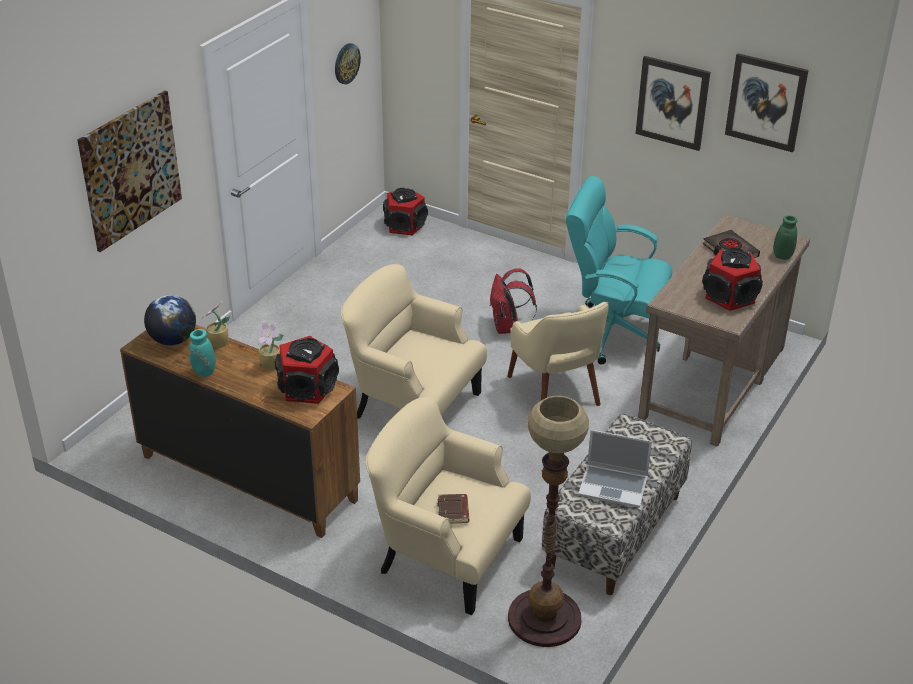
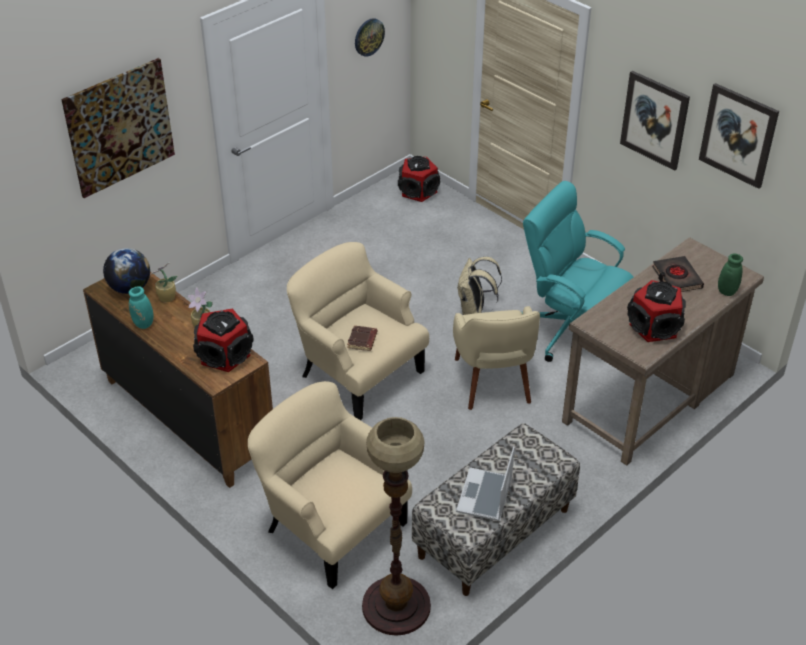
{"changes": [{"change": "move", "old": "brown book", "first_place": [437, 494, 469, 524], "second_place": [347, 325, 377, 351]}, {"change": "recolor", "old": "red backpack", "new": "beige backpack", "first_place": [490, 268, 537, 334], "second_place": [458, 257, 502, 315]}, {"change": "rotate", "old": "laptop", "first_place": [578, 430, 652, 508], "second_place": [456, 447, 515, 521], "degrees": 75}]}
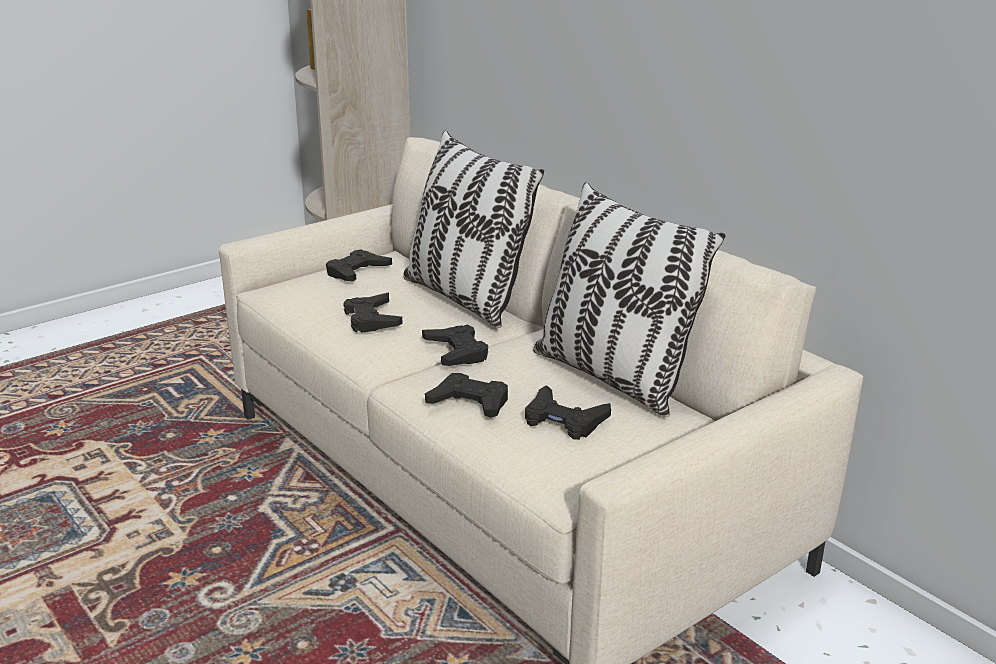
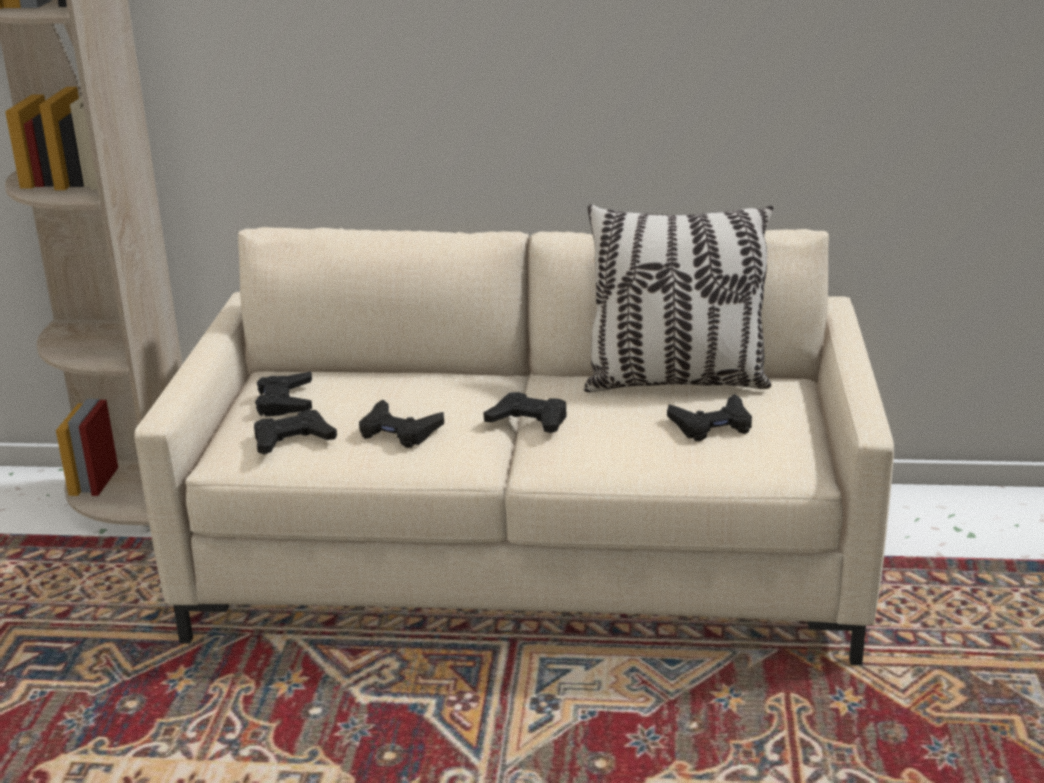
{"changes": [{"change": "delete", "old": "pillow", "first_place": [403, 131, 544, 328]}, {"change": "move", "old": "black game controller", "first_place": [425, 373, 508, 418], "second_place": [254, 410, 337, 454]}]}
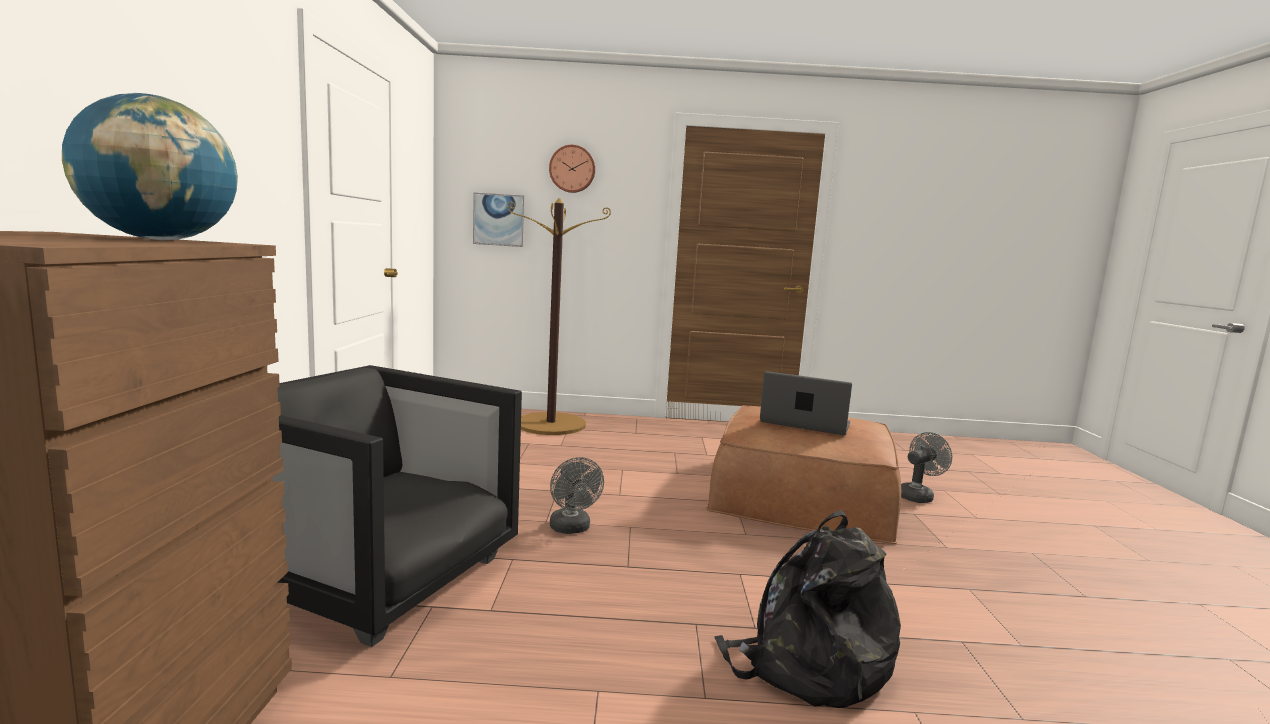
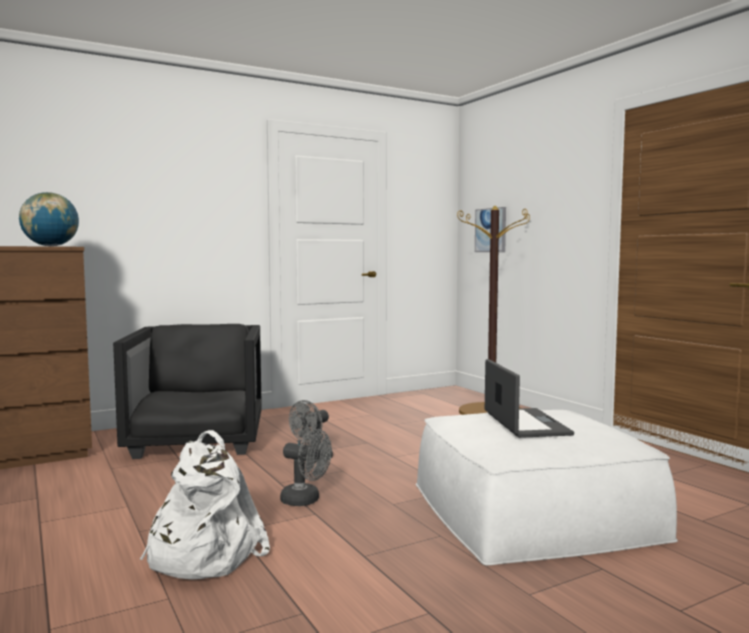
{"changes": [{"change": "delete", "old": "wall clock", "first_place": [549, 145, 595, 193]}, {"change": "move", "old": "grey fan", "first_place": [901, 432, 952, 503], "second_place": [280, 429, 332, 506]}, {"change": "recolor", "old": "brown ottoman", "new": "white ottoman", "first_place": [706, 406, 901, 544], "second_place": [416, 410, 678, 566]}, {"change": "recolor", "old": "black backpack", "new": "white backpack", "first_place": [714, 510, 901, 708], "second_place": [140, 430, 270, 579]}]}
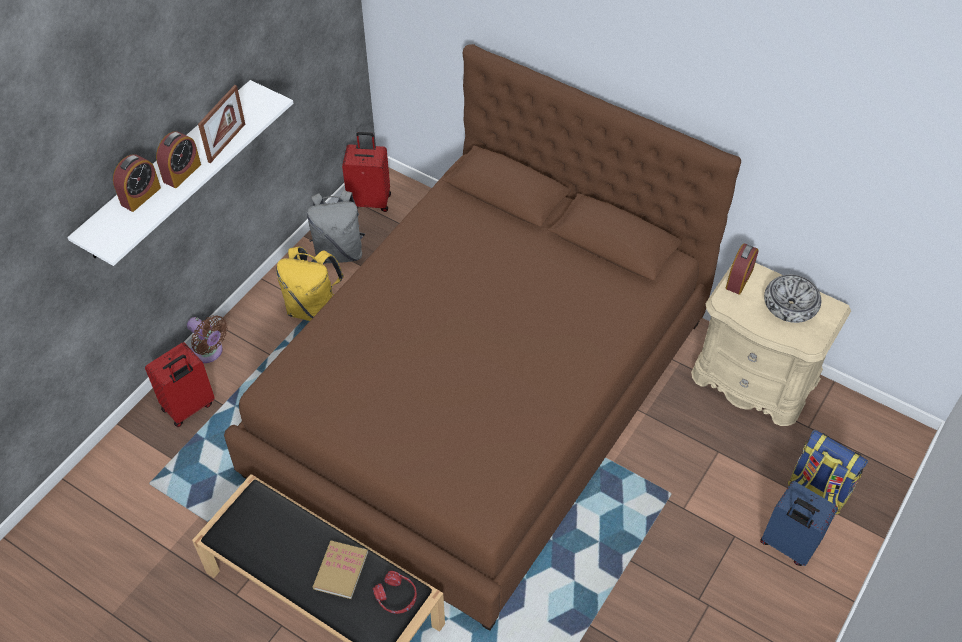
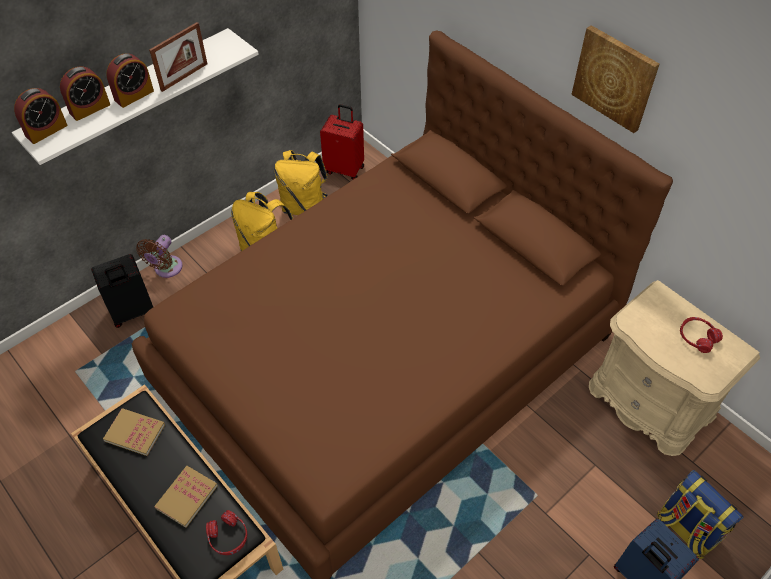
{"changes": [{"change": "insert", "new": "book", "second_place": [103, 408, 165, 456]}, {"change": "insert", "new": "picture", "second_place": [571, 25, 660, 133]}, {"change": "move", "old": "alarm clock", "first_place": [726, 243, 758, 294], "second_place": [14, 88, 67, 144]}, {"change": "replace", "old": "bowl", "new": "red headphones", "first_place": [764, 275, 821, 323], "second_place": [680, 317, 723, 353]}, {"change": "recolor", "old": "red suitcase", "new": "black suitcase", "first_place": [145, 342, 215, 427], "second_place": [91, 254, 153, 328]}, {"change": "recolor", "old": "grey backpack", "new": "yellow backpack", "first_place": [307, 190, 365, 264], "second_place": [274, 150, 328, 215]}, {"change": "rotate", "old": "brown fan", "first_place": [187, 315, 228, 363], "second_place": [136, 235, 183, 278], "degrees": 60}]}
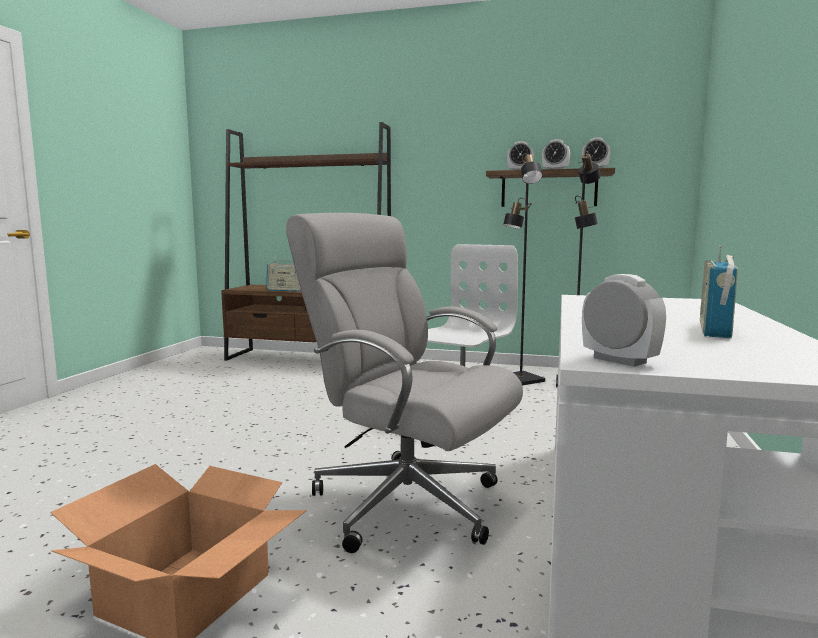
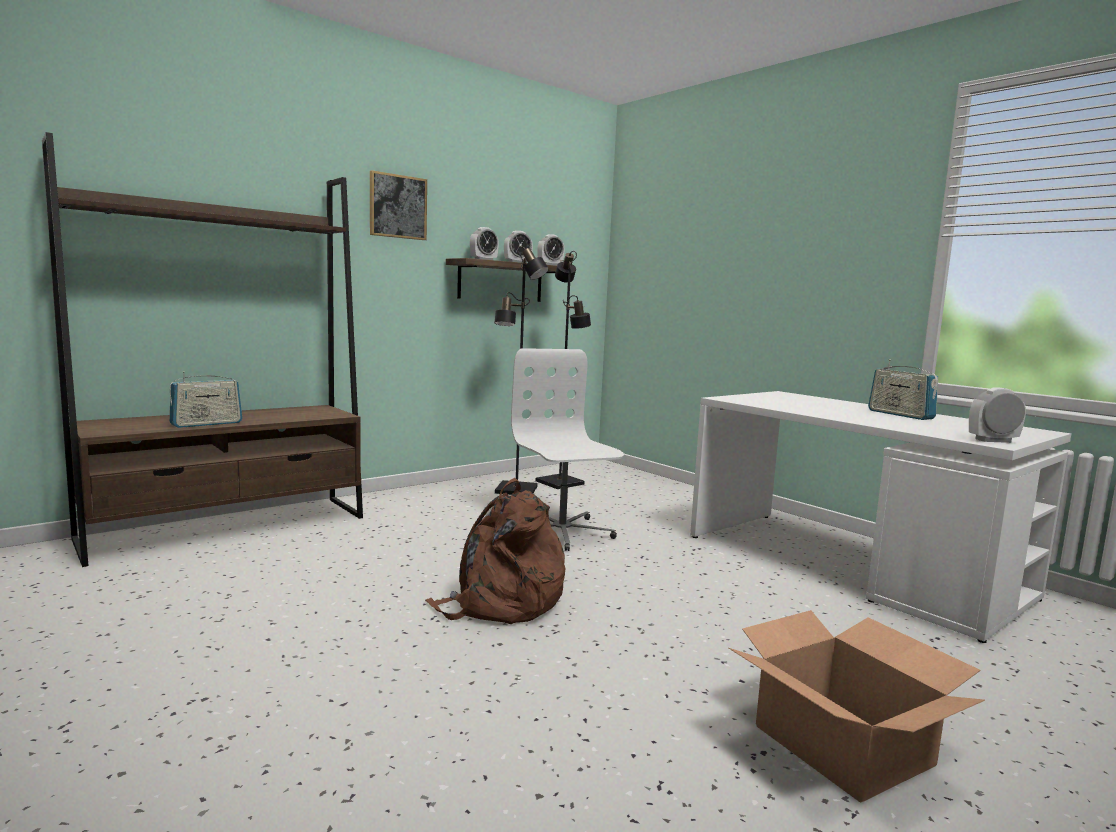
{"changes": [{"change": "delete", "old": "grey office chair", "first_place": [286, 213, 523, 553]}, {"change": "insert", "new": "picture", "second_place": [370, 170, 427, 240]}, {"change": "insert", "new": "brown backpack", "second_place": [425, 478, 566, 624]}]}
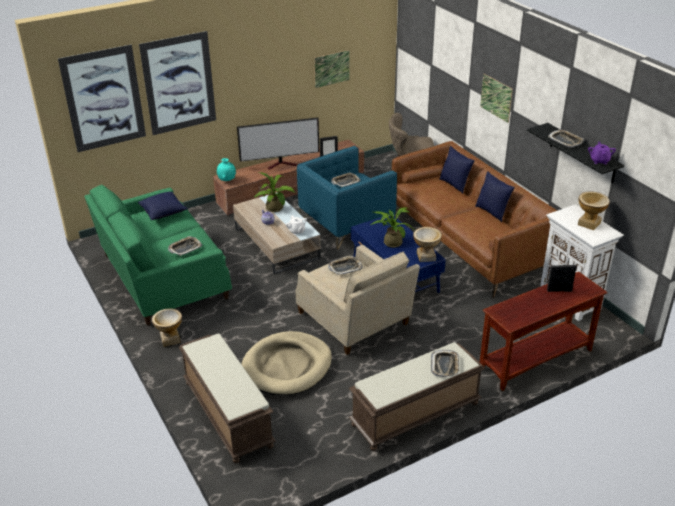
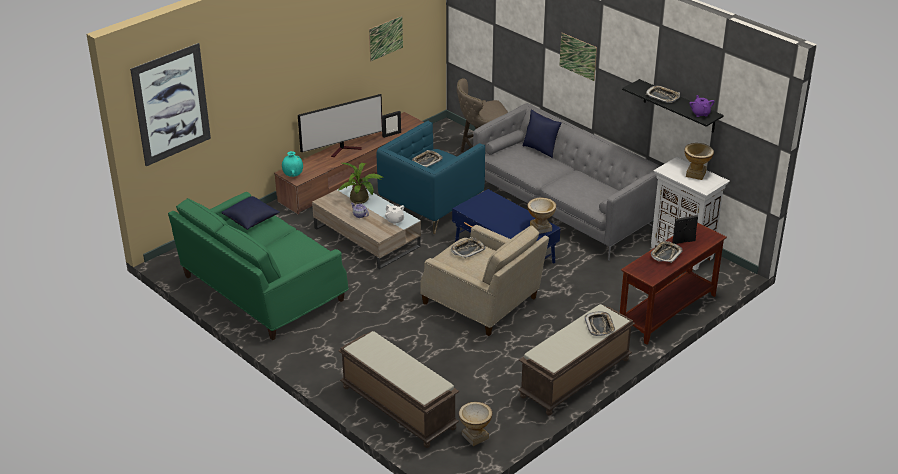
{"changes": [{"change": "delete", "old": "picture", "first_place": [139, 31, 216, 135]}, {"change": "delete", "old": "beige dog bed", "first_place": [241, 331, 332, 395]}, {"change": "delete", "old": "potted plant", "first_place": [370, 207, 415, 248]}, {"change": "delete", "old": "blue pillow", "first_place": [475, 171, 515, 222]}, {"change": "move", "old": "vase", "first_place": [152, 308, 182, 347], "second_place": [459, 402, 492, 446]}, {"change": "move", "old": "tray", "first_place": [168, 236, 202, 256], "second_place": [651, 241, 683, 263]}, {"change": "recolor", "old": "brown sofa", "new": "grey sofa", "first_place": [392, 141, 557, 298], "second_place": [473, 103, 660, 261]}]}
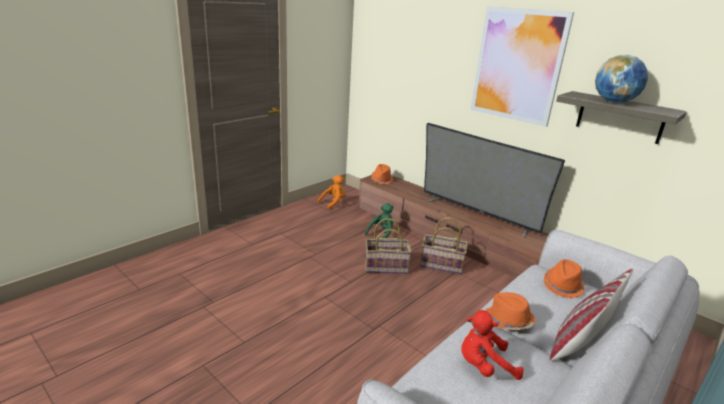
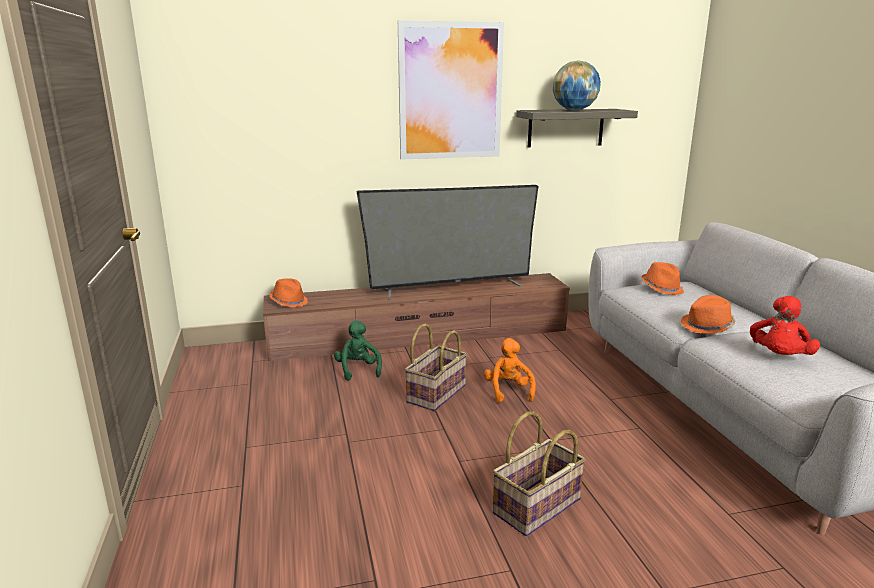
{"changes": [{"change": "delete", "old": "pillow", "first_place": [550, 269, 633, 361]}, {"change": "move", "old": "orange plush toy", "first_place": [318, 175, 345, 209], "second_place": [484, 338, 536, 403]}, {"change": "move", "old": "basket", "first_place": [420, 218, 468, 274], "second_place": [493, 412, 586, 536]}]}
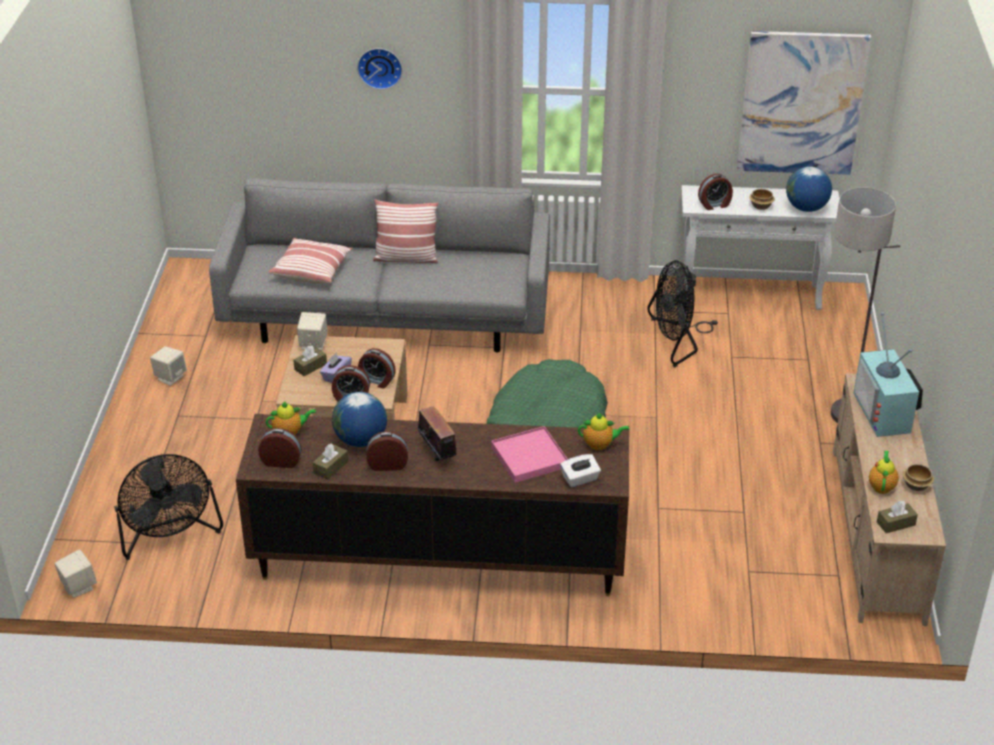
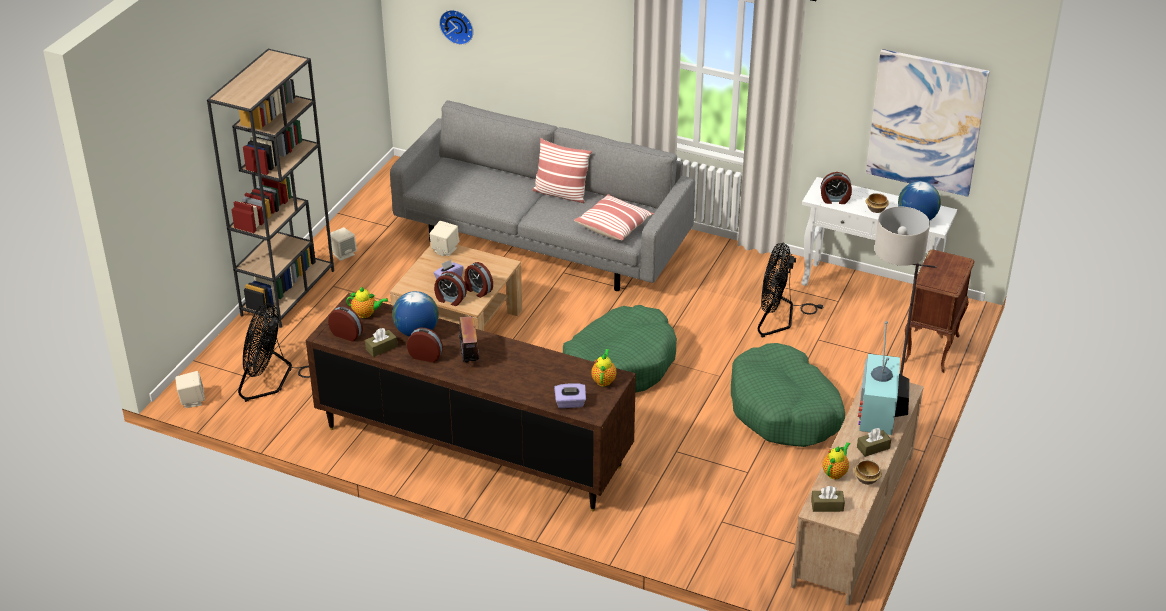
{"changes": [{"change": "delete", "old": "pink tray", "first_place": [491, 426, 568, 483]}, {"change": "insert", "new": "bookcase", "second_place": [207, 49, 334, 328]}, {"change": "insert", "new": "green dog bed", "second_place": [731, 343, 845, 447]}, {"change": "insert", "new": "brown nightstand", "second_place": [904, 249, 975, 373]}, {"change": "move", "old": "pillow", "first_place": [268, 238, 353, 284], "second_place": [574, 194, 654, 241]}, {"change": "move", "old": "brown tissue box", "first_place": [293, 346, 327, 376], "second_place": [857, 428, 891, 457]}, {"change": "move", "old": "wall clock", "first_place": [357, 48, 402, 90], "second_place": [439, 10, 474, 45]}, {"change": "recolor", "old": "white tissue box", "new": "purple tissue box", "first_place": [560, 454, 601, 487], "second_place": [554, 383, 586, 408]}, {"change": "rotate", "old": "black fan", "first_place": [114, 453, 223, 560], "second_place": [238, 303, 310, 402], "degrees": 105}, {"change": "rotate", "old": "teapot", "first_place": [578, 413, 629, 450], "second_place": [591, 349, 616, 387], "degrees": -105}]}
